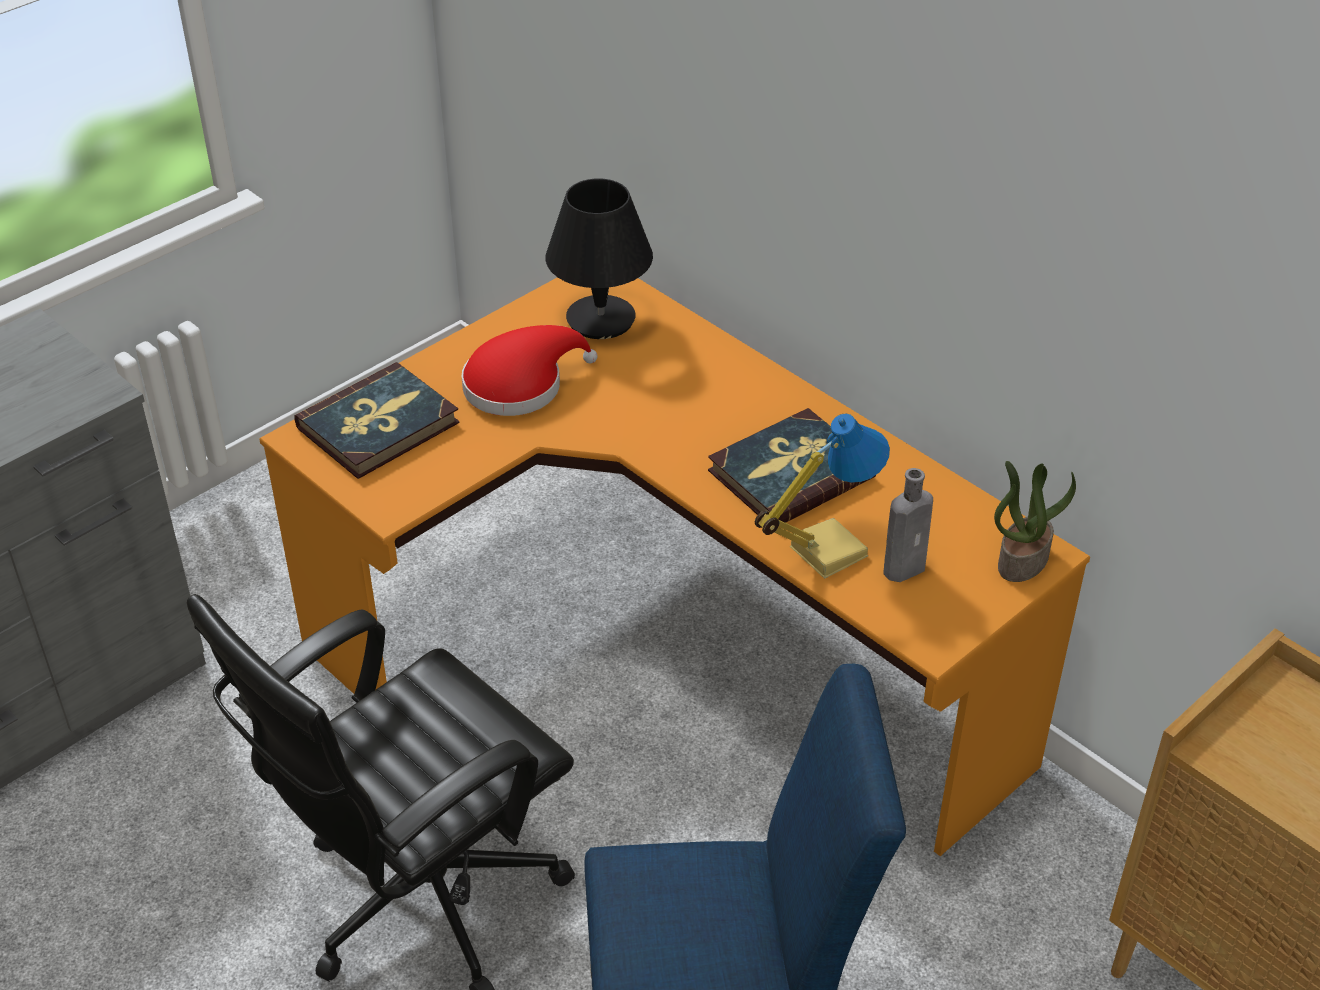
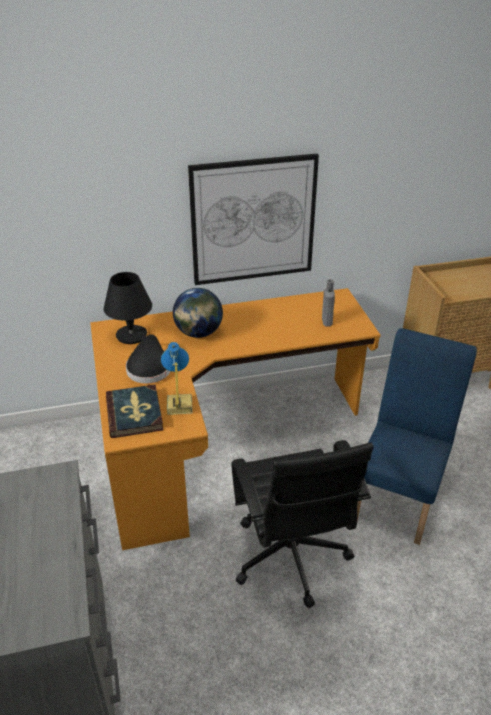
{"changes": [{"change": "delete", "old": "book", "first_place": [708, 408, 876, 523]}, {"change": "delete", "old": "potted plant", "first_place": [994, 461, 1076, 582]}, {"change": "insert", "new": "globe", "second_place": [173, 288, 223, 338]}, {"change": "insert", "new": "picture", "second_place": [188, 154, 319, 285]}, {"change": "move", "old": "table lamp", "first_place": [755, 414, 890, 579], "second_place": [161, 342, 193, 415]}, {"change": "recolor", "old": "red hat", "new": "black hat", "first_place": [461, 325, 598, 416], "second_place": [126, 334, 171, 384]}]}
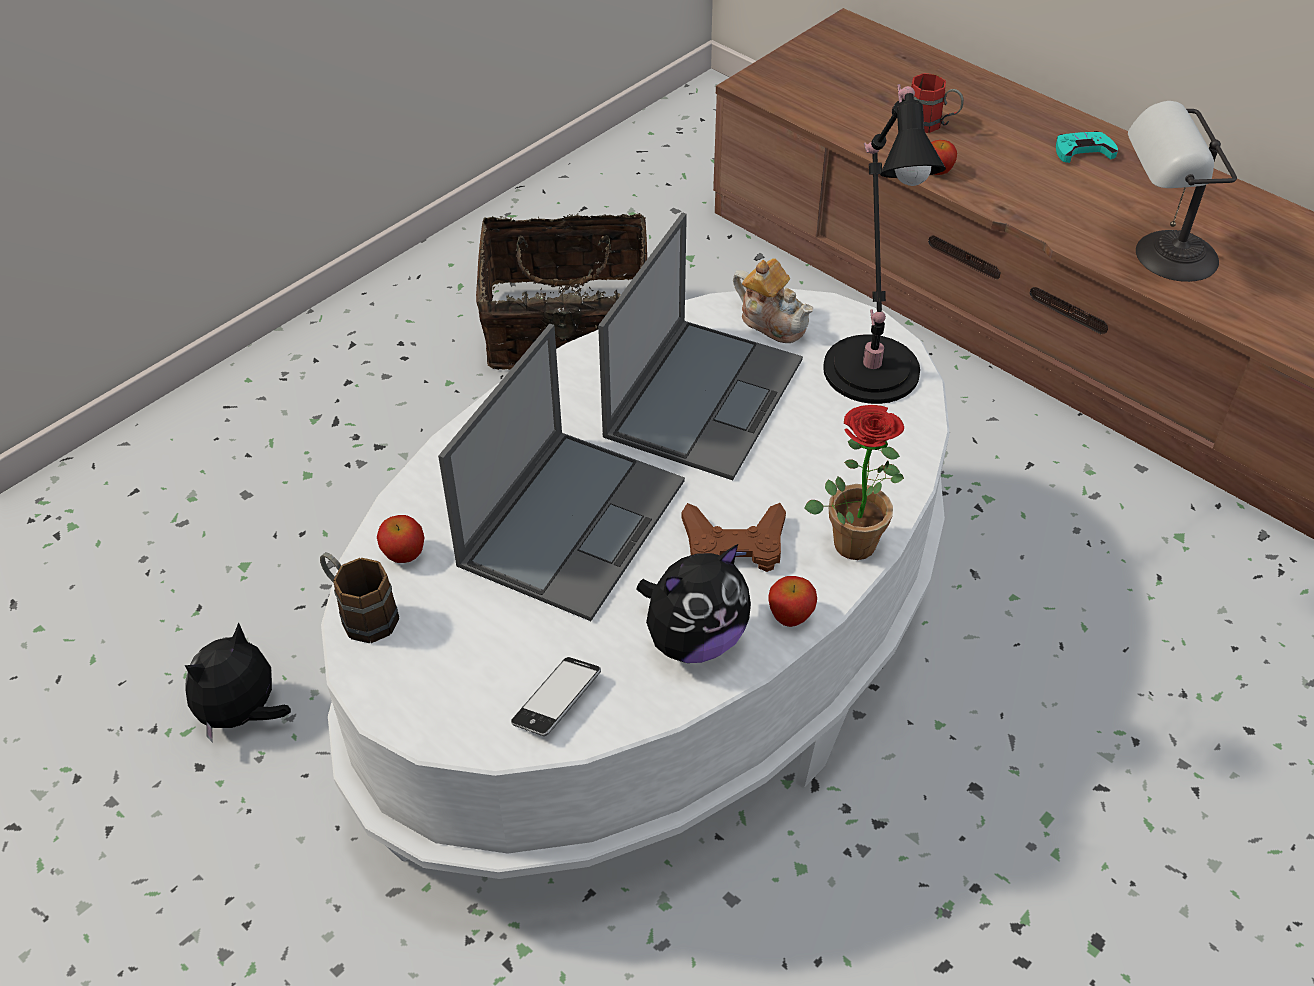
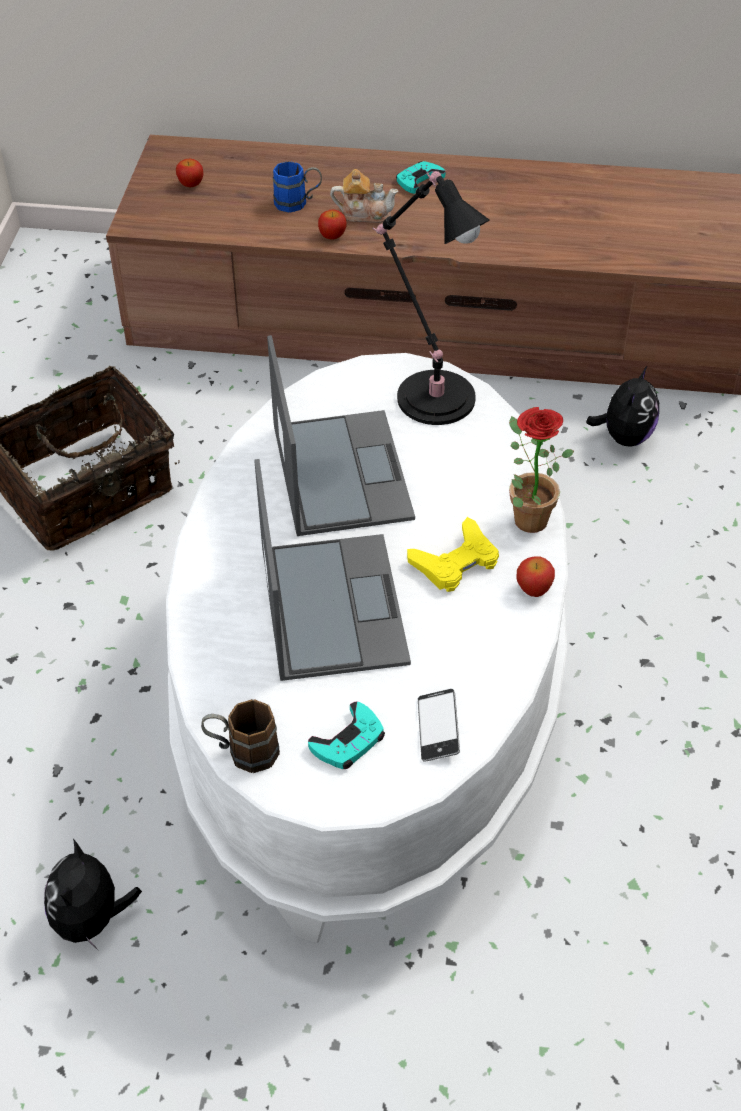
{"changes": [{"change": "delete", "old": "table lamp", "first_place": [1128, 101, 1237, 282]}, {"change": "insert", "new": "turquoise game controller", "second_place": [308, 701, 385, 769]}, {"change": "move", "old": "apple", "first_place": [377, 515, 424, 563], "second_place": [176, 158, 203, 187]}, {"change": "move", "old": "plush toy", "first_place": [636, 544, 751, 663], "second_place": [586, 365, 659, 447]}, {"change": "move", "old": "teapot", "first_place": [733, 258, 813, 343], "second_place": [330, 169, 398, 223]}, {"change": "recolor", "old": "brown game controller", "new": "yellow game controller", "first_place": [682, 503, 786, 572], "second_place": [407, 517, 499, 592]}, {"change": "recolor", "old": "red mug", "new": "blue mug", "first_place": [911, 73, 964, 133], "second_place": [273, 161, 322, 213]}]}
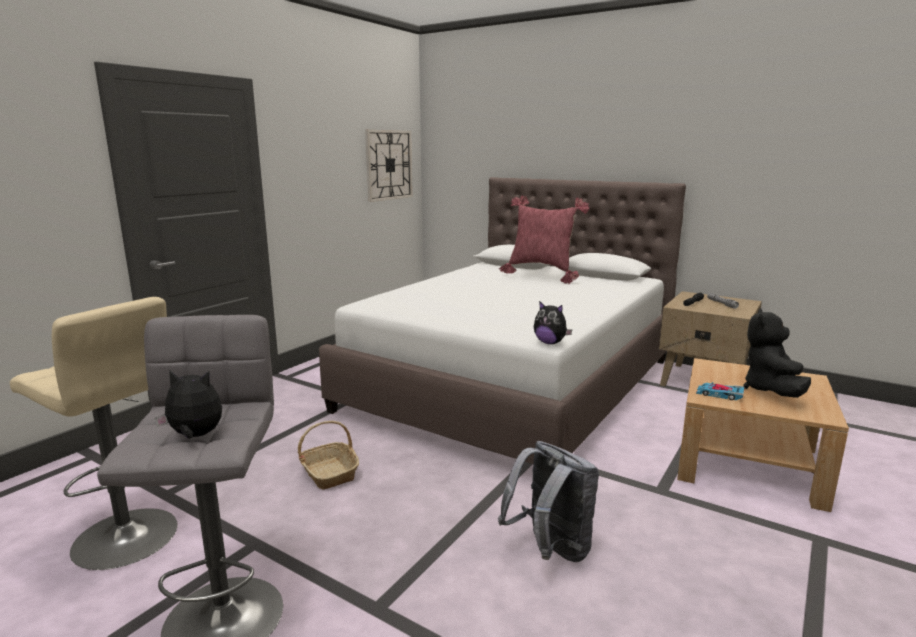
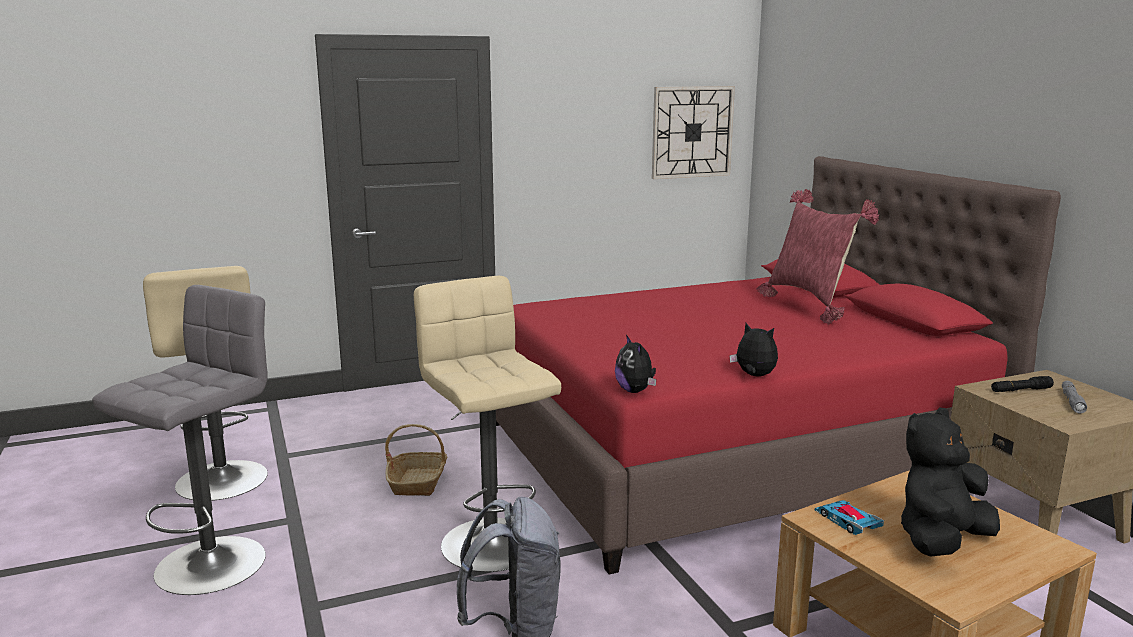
{"changes": [{"change": "insert", "new": "beige stool", "second_place": [414, 276, 561, 572]}, {"change": "move", "old": "plush toy", "first_place": [155, 371, 222, 439], "second_place": [729, 323, 778, 377]}, {"change": "recolor", "old": "white bed", "new": "red bed", "first_place": [319, 177, 686, 464], "second_place": [496, 156, 1061, 575]}]}
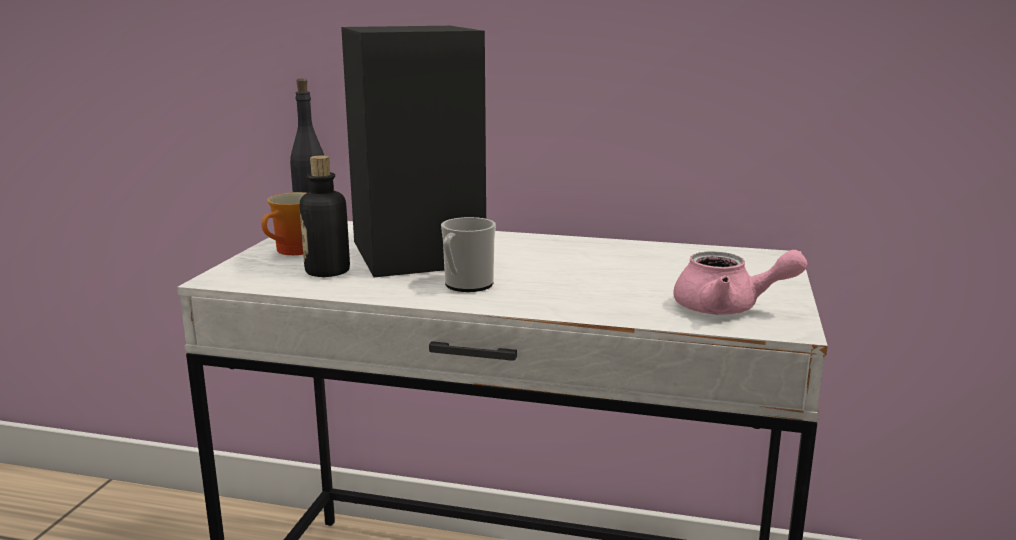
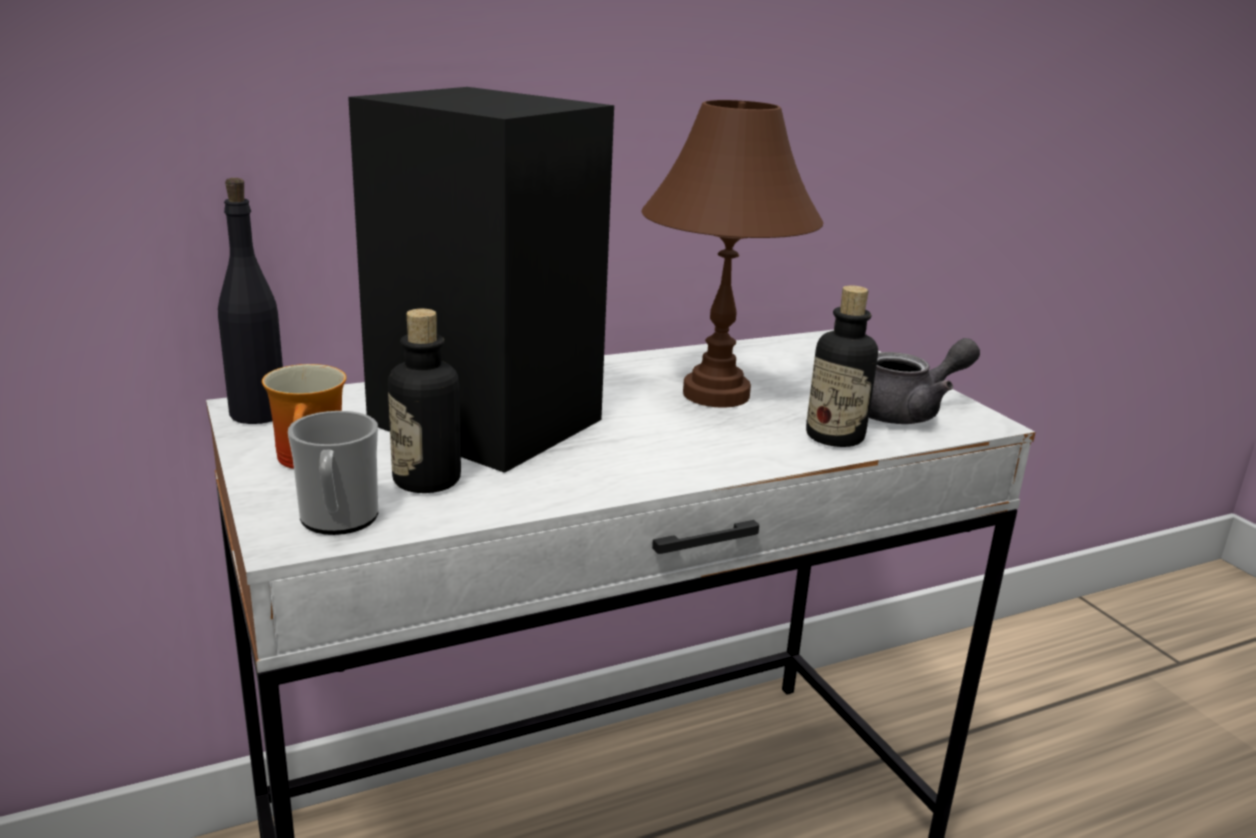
{"changes": [{"change": "insert", "new": "brown table lamp", "second_place": [641, 100, 824, 408]}, {"change": "insert", "new": "bottle", "second_place": [806, 285, 878, 447]}, {"change": "move", "old": "mug", "first_place": [441, 217, 496, 292], "second_place": [288, 411, 378, 535]}, {"change": "recolor", "old": "pink teapot", "new": "grey teapot", "first_place": [674, 250, 807, 315], "second_place": [869, 338, 980, 424]}]}
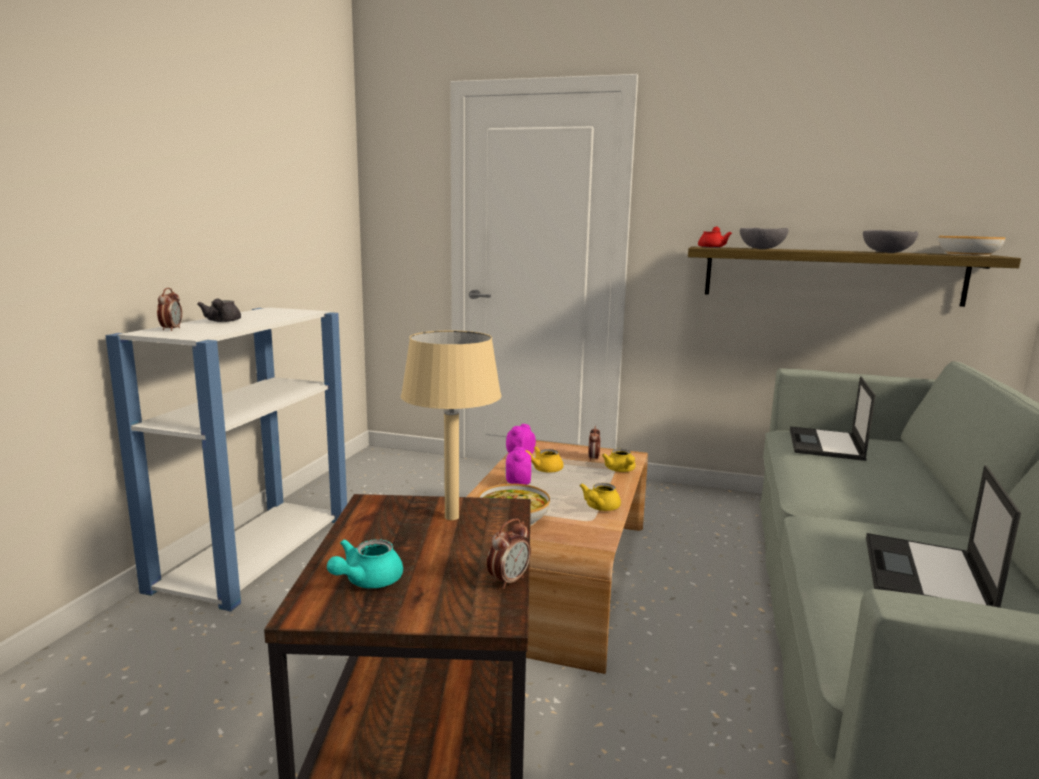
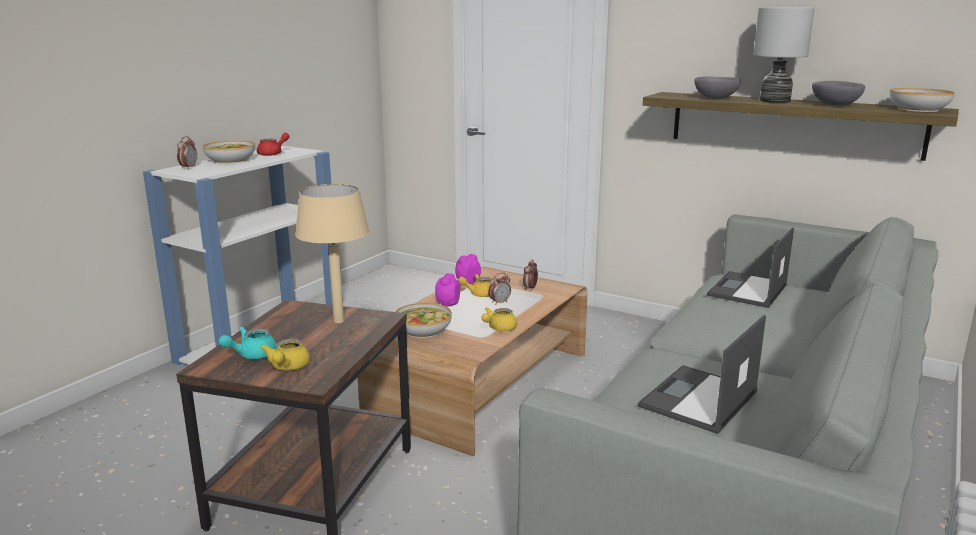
{"changes": [{"change": "insert", "new": "grey table lamp", "second_place": [753, 7, 815, 103]}, {"change": "move", "old": "alarm clock", "first_place": [487, 518, 531, 589], "second_place": [488, 273, 511, 305]}, {"change": "move", "old": "yellow teapot", "first_place": [602, 449, 636, 472], "second_place": [261, 339, 310, 370]}, {"change": "move", "old": "red teapot", "first_place": [698, 227, 732, 248], "second_place": [257, 133, 290, 156]}, {"change": "replace", "old": "grey teapot", "new": "bowl", "first_place": [197, 299, 241, 322], "second_place": [202, 140, 255, 164]}]}
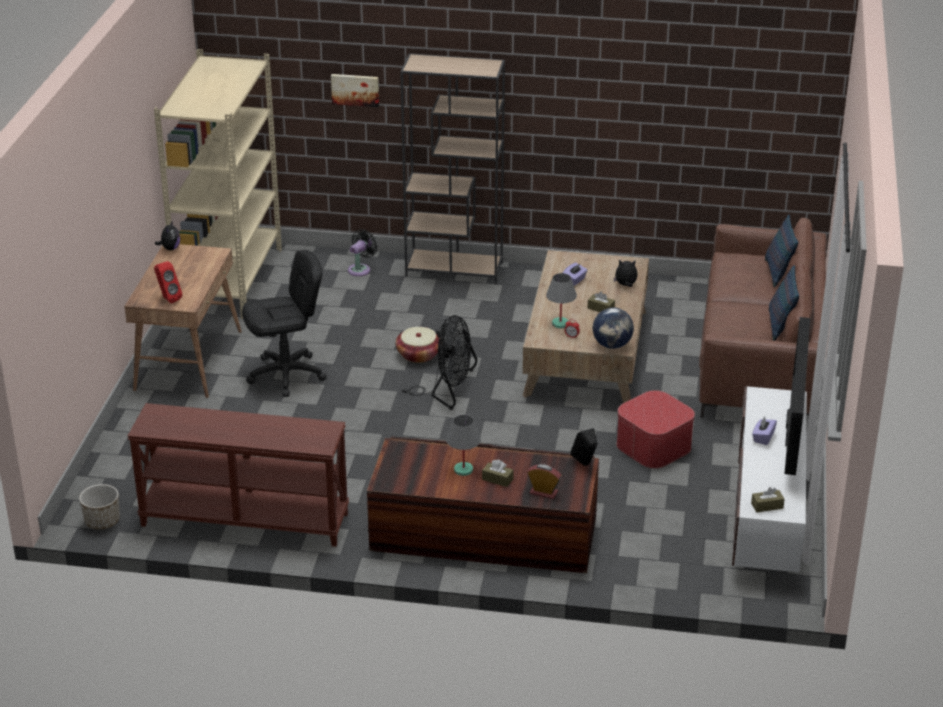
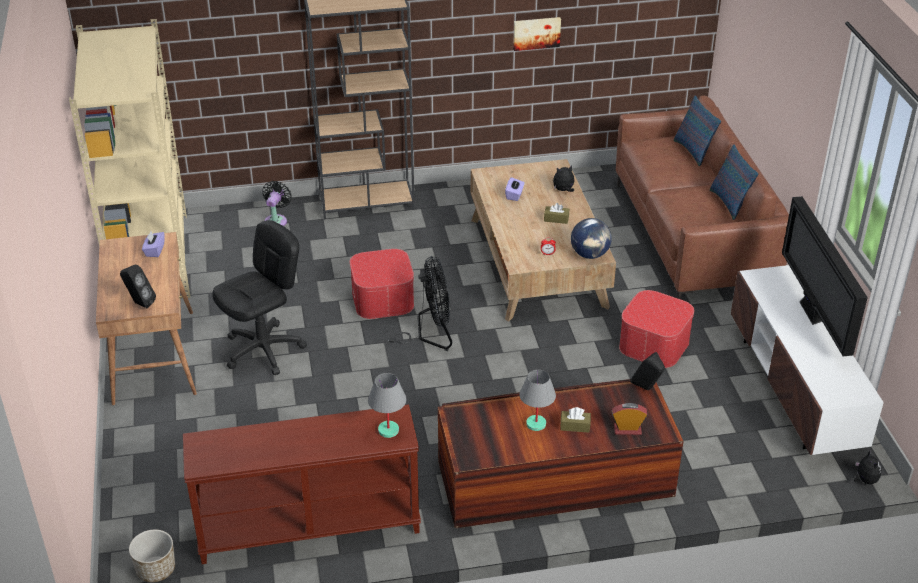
{"changes": [{"change": "delete", "old": "brown tissue box", "first_place": [751, 487, 785, 512]}, {"change": "move", "old": "plush toy", "first_place": [155, 220, 180, 250], "second_place": [854, 451, 881, 484]}, {"change": "move", "old": "picture", "first_place": [331, 74, 379, 107], "second_place": [513, 17, 561, 51]}, {"change": "move", "old": "grey table lamp", "first_place": [546, 273, 577, 328], "second_place": [368, 373, 406, 438]}, {"change": "move", "old": "purple tissue box", "first_place": [752, 416, 777, 445], "second_place": [142, 231, 165, 257]}, {"change": "replace", "old": "basket", "new": "ottoman", "first_place": [396, 327, 442, 363], "second_place": [350, 249, 414, 319]}, {"change": "recolor", "old": "red speaker", "new": "black speaker", "first_place": [154, 261, 182, 303], "second_place": [120, 265, 156, 308]}]}
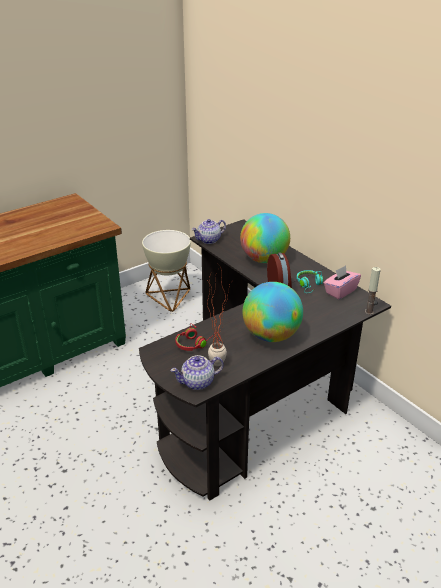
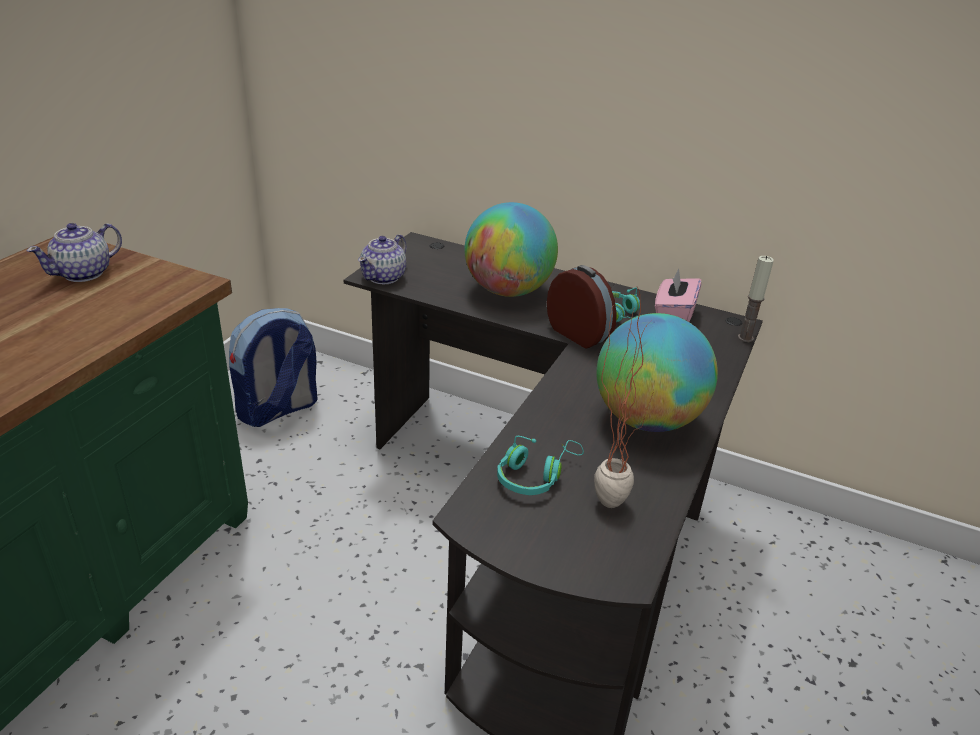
{"changes": [{"change": "move", "old": "teapot", "first_place": [170, 355, 224, 390], "second_place": [27, 223, 122, 282]}, {"change": "replace", "old": "planter", "new": "backpack", "first_place": [142, 230, 191, 312], "second_place": [229, 308, 317, 427]}, {"change": "recolor", "old": "red headphones", "new": "turquoise headphones", "first_place": [175, 323, 221, 351], "second_place": [497, 436, 584, 495]}]}
